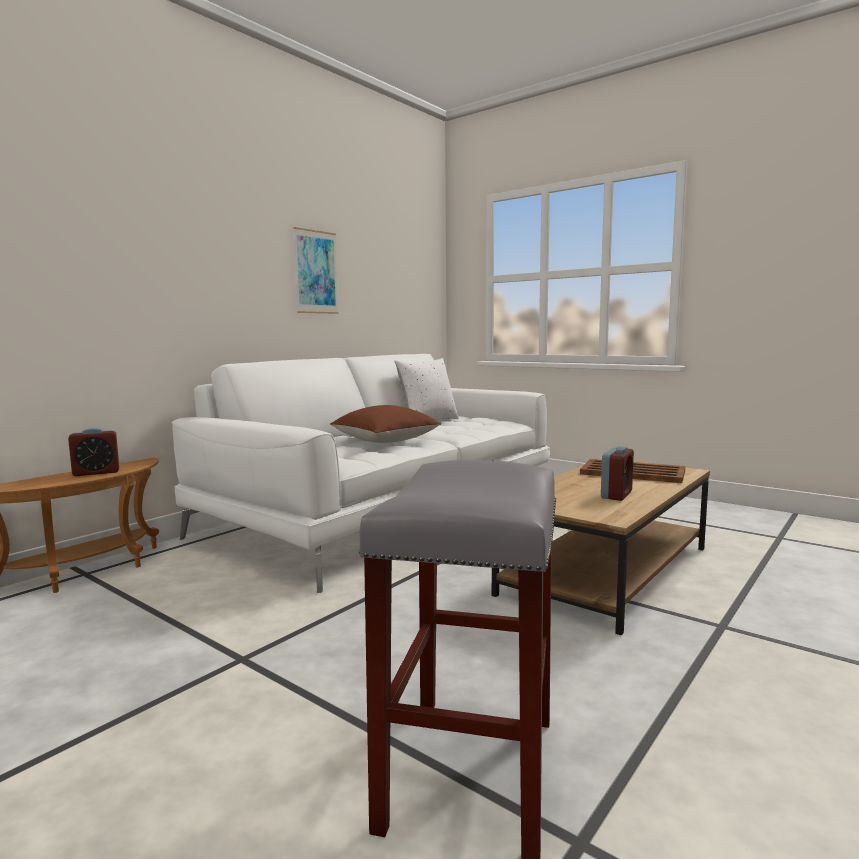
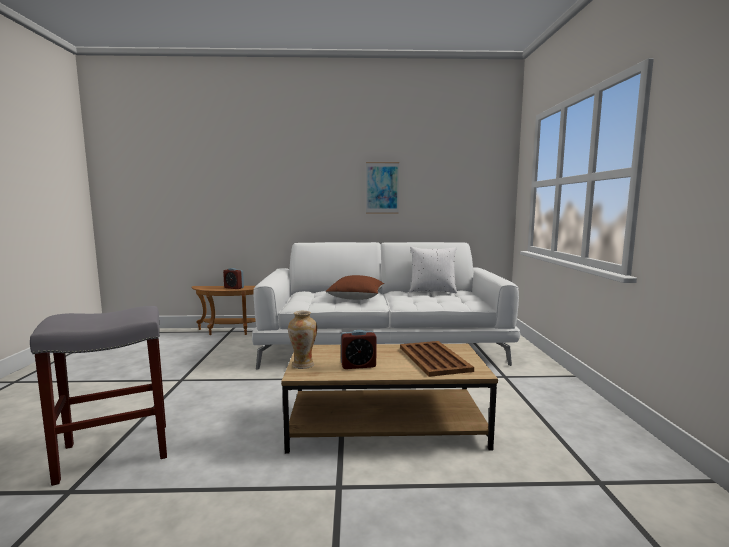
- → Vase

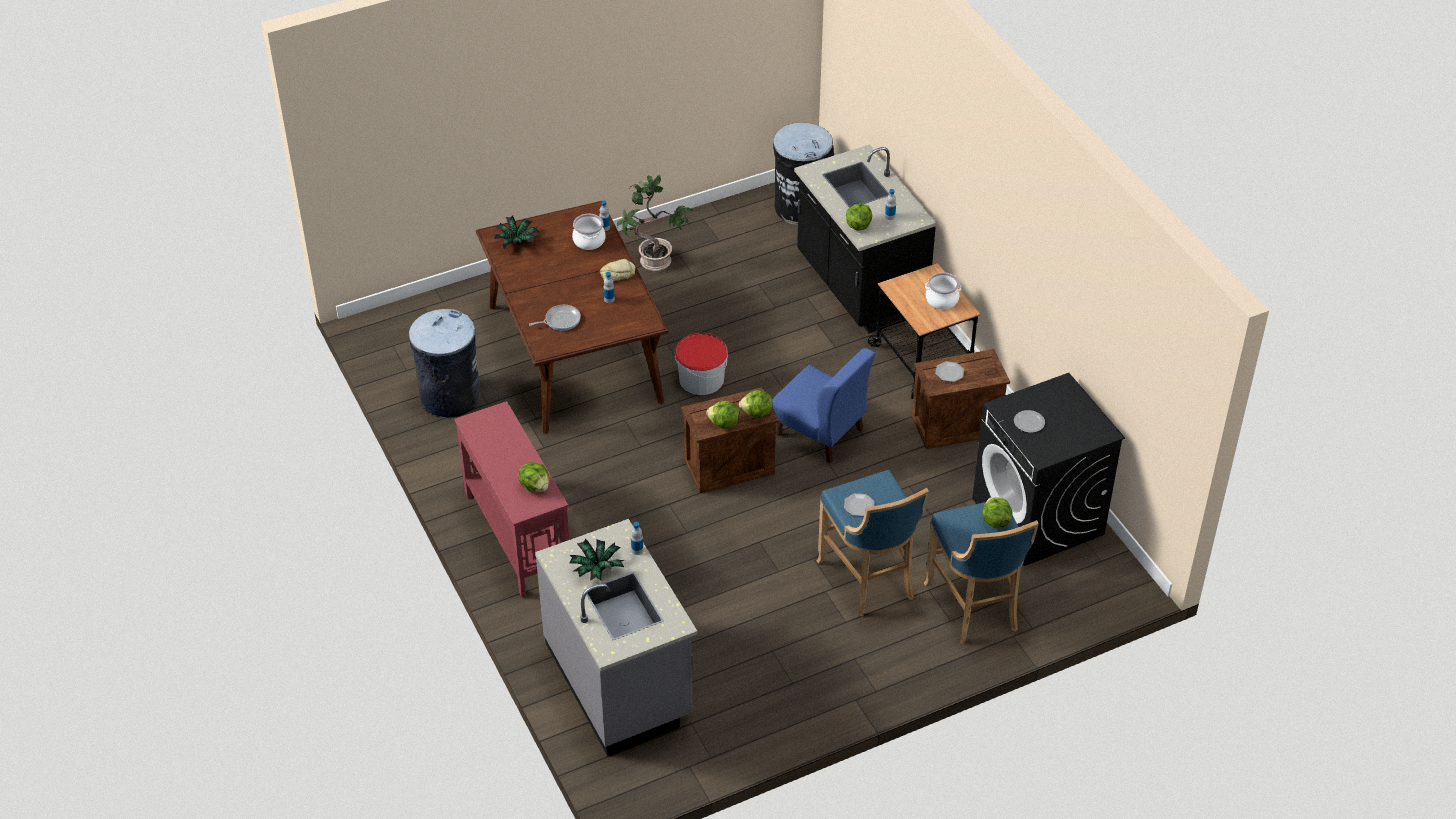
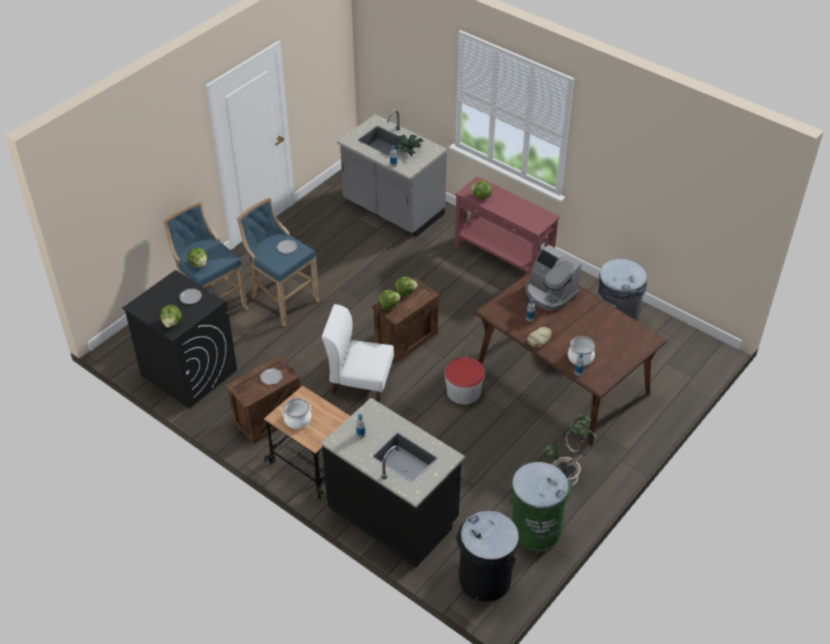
Topfpflanze (1st from left) → -
- → Mülleimer [grün]
Salatkopf (4th from left in the first image) → Salatkopf (1st from left), moved
Pfanne → Kaffeemaschine
Stuhl [blau] → Stuhl [weiß]

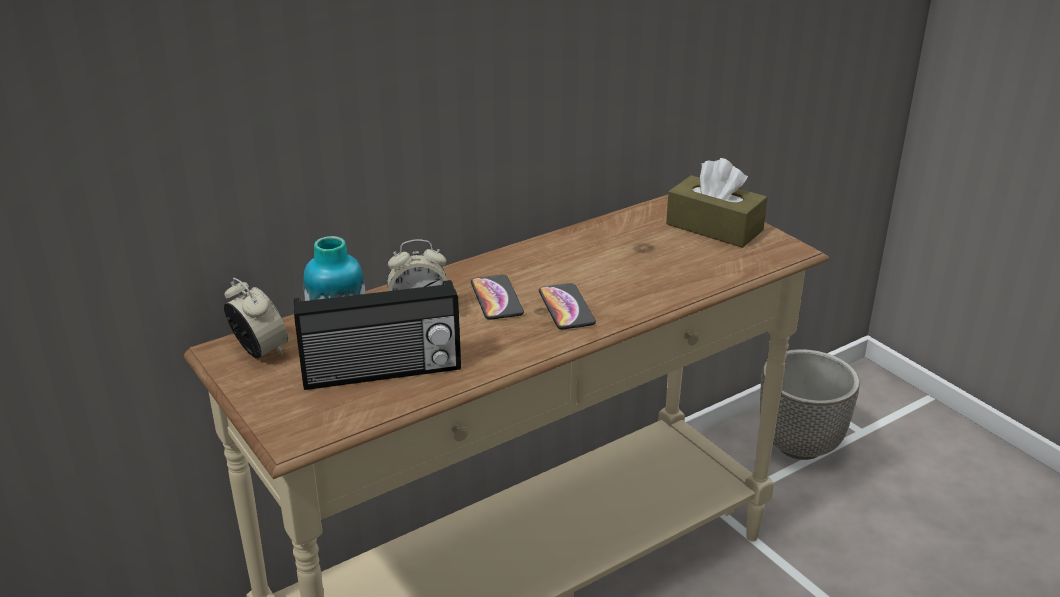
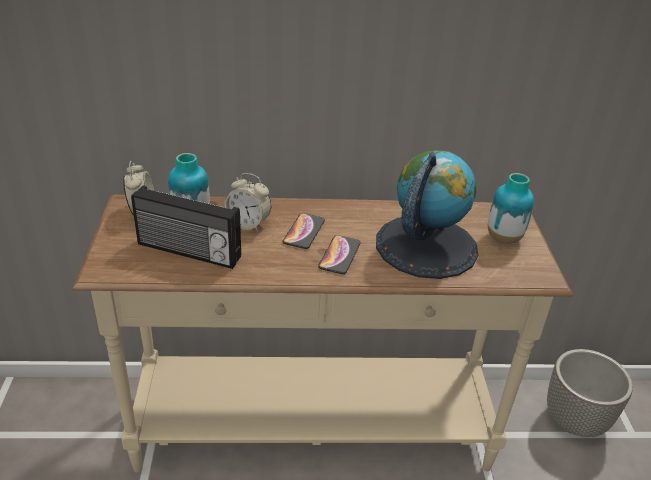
- → Globus
Taschentuchbox [braun] → Vase (2nd from left)

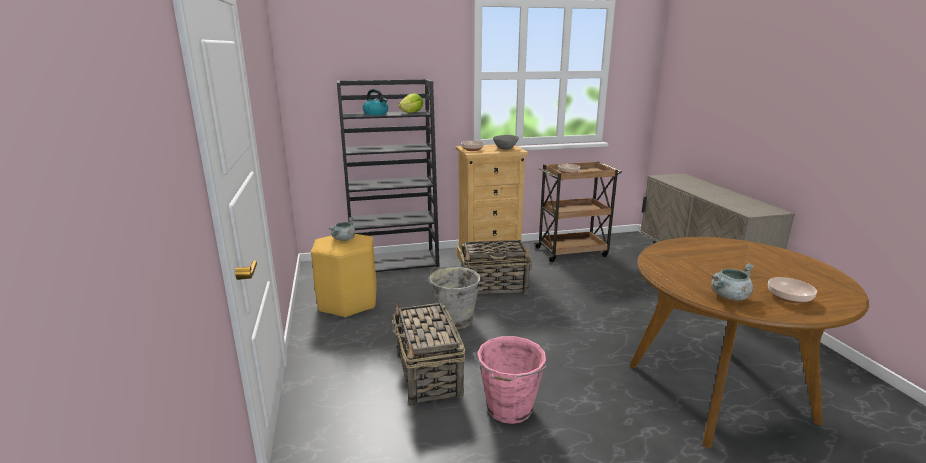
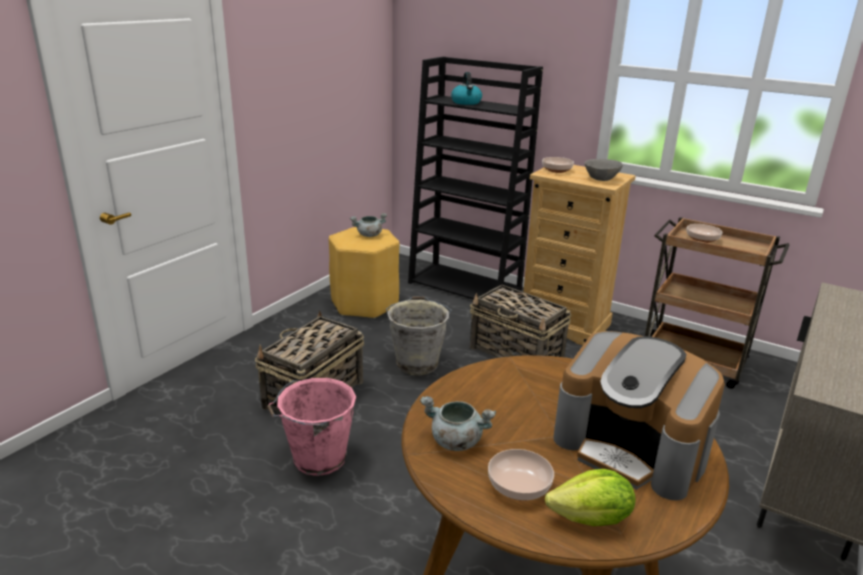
- → Kaffeemaschine
Salatkopf, moved

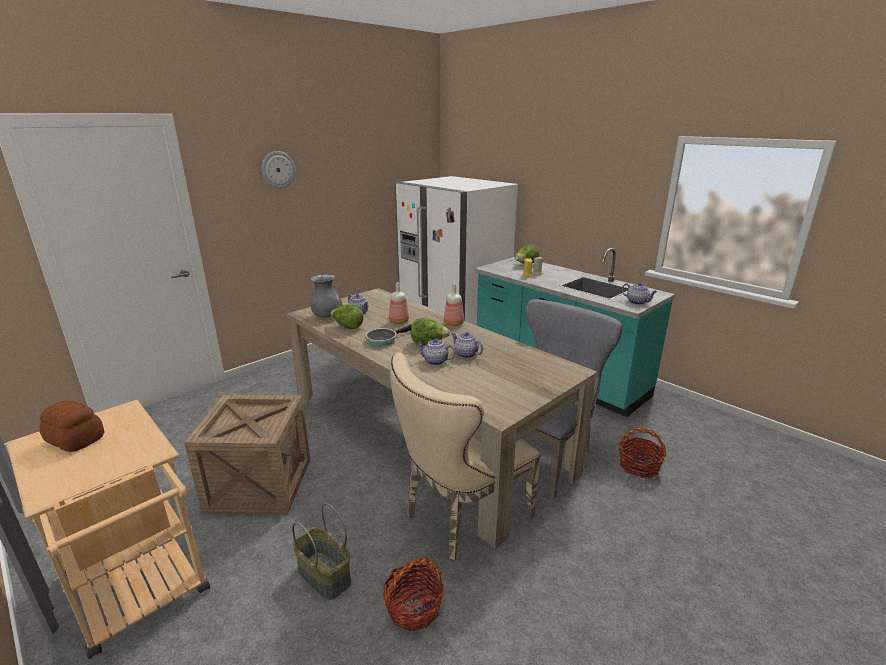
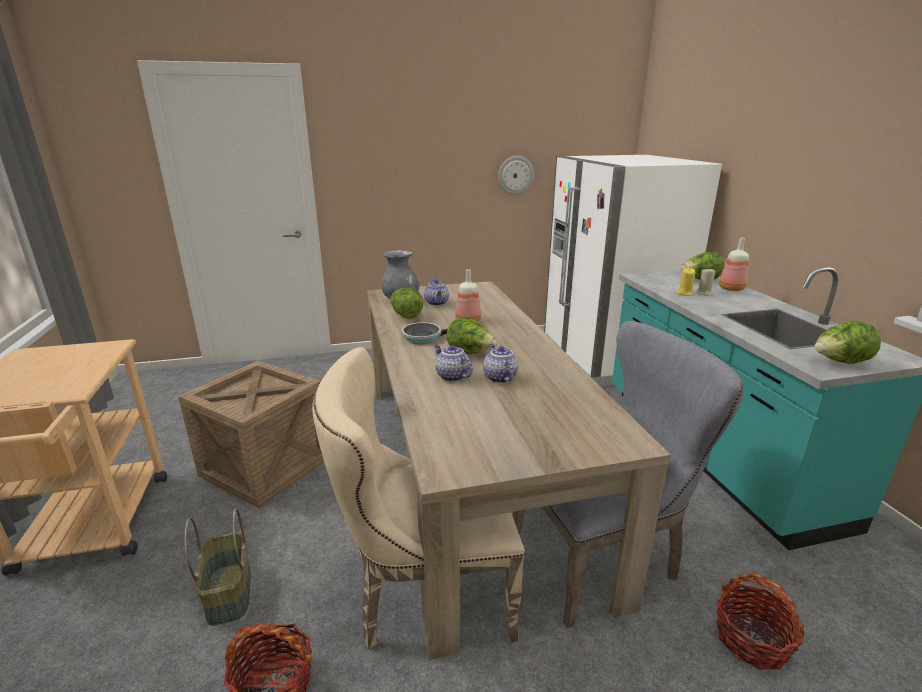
Brot → -
Wanduhr, moved
Flasche (2nd from left), moved
Teekanne (4th from left) → Salatkopf (4th from left)

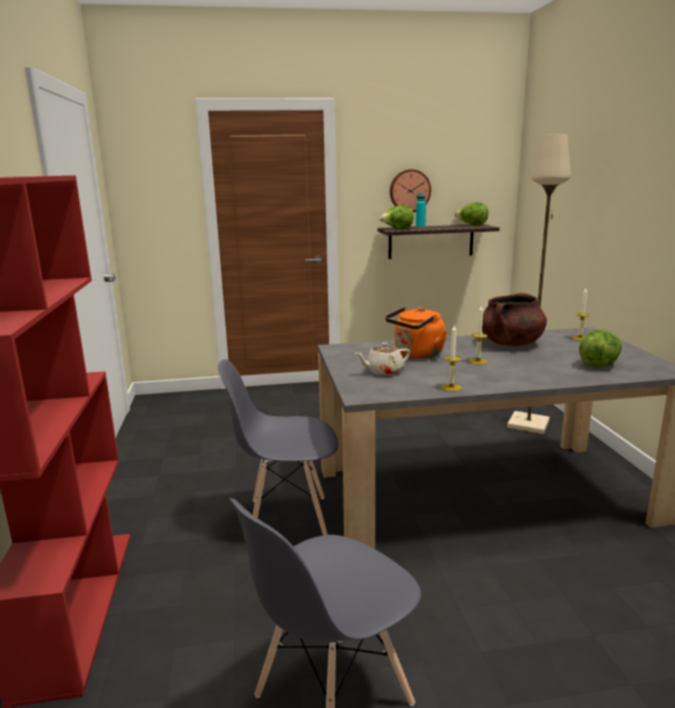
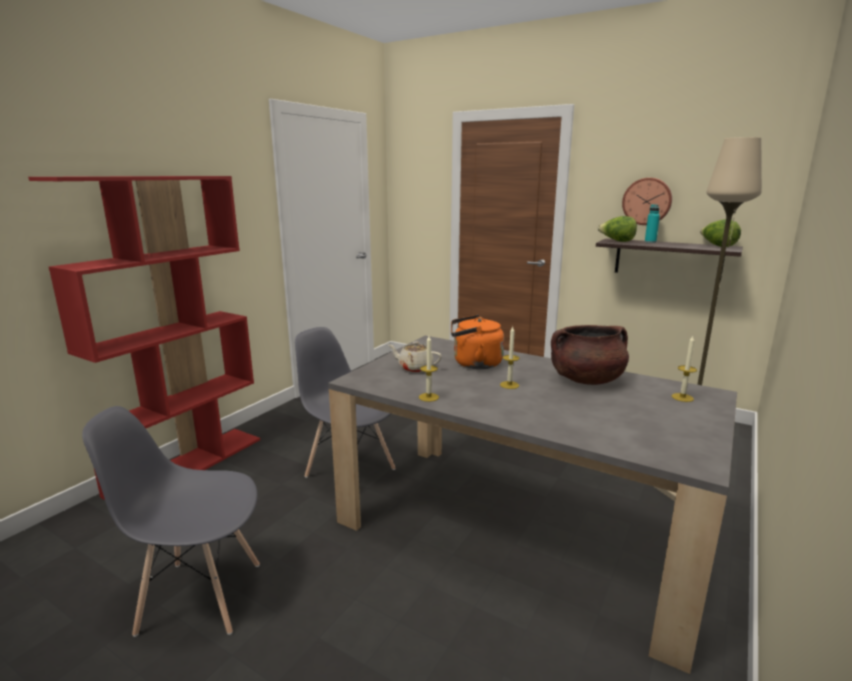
Salatkopf (3rd from left) → -

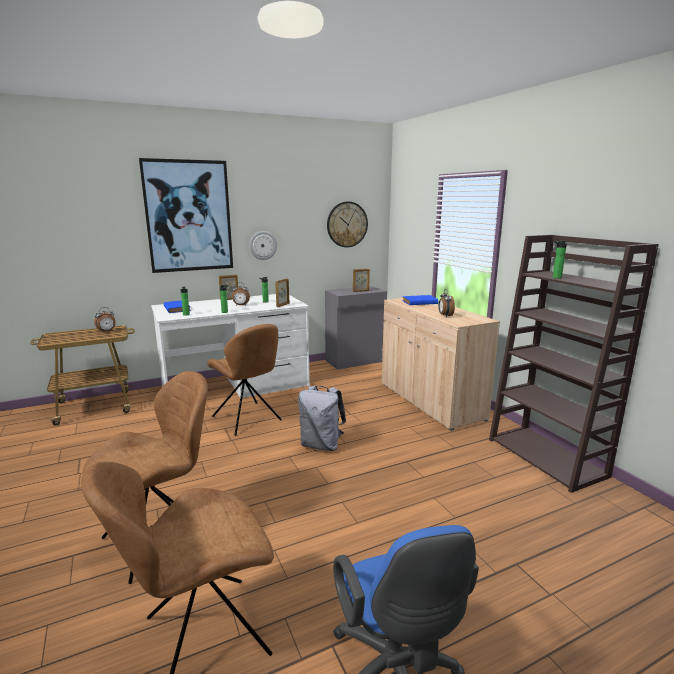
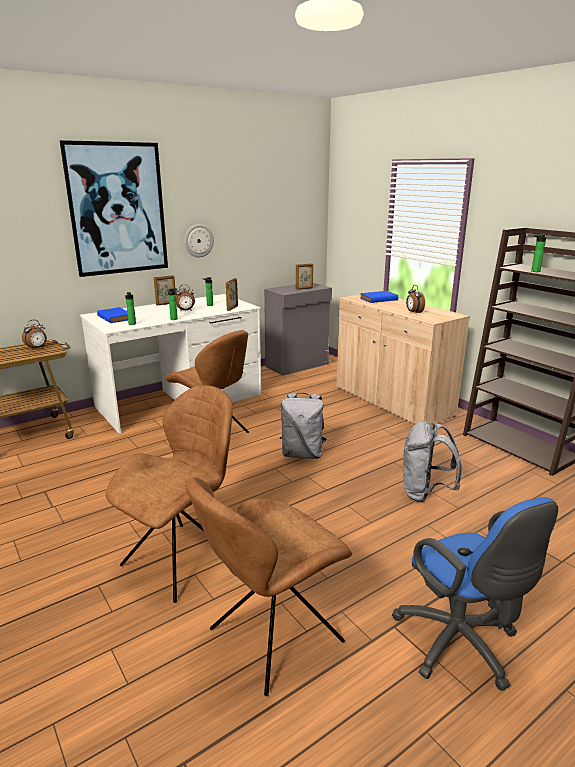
Wanduhr (2nd from left) → -
- → Rucksack [grau] (2nd from left)

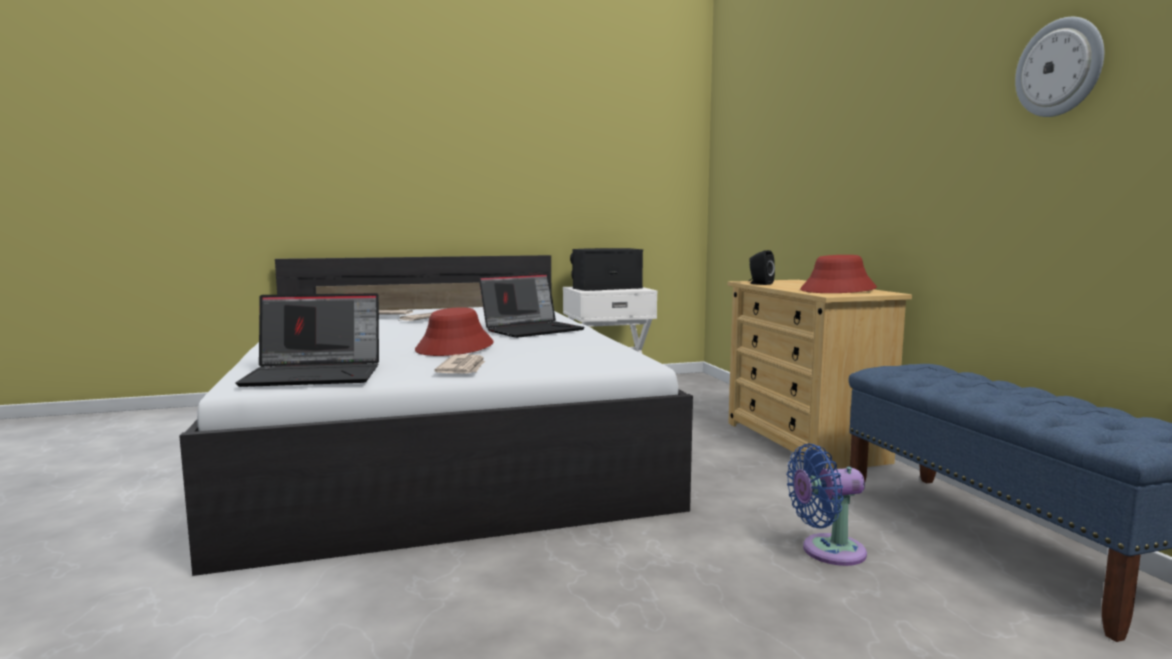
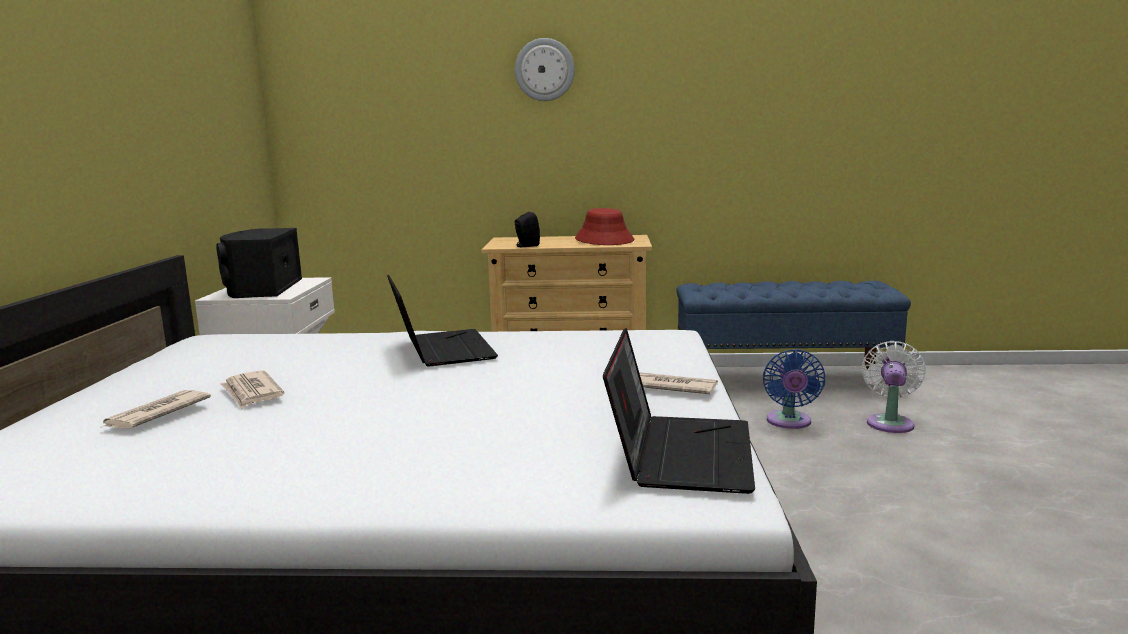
Hut [rot] (1st from left) → -
- → Ventilator [weiß]
Wanduhr, moved

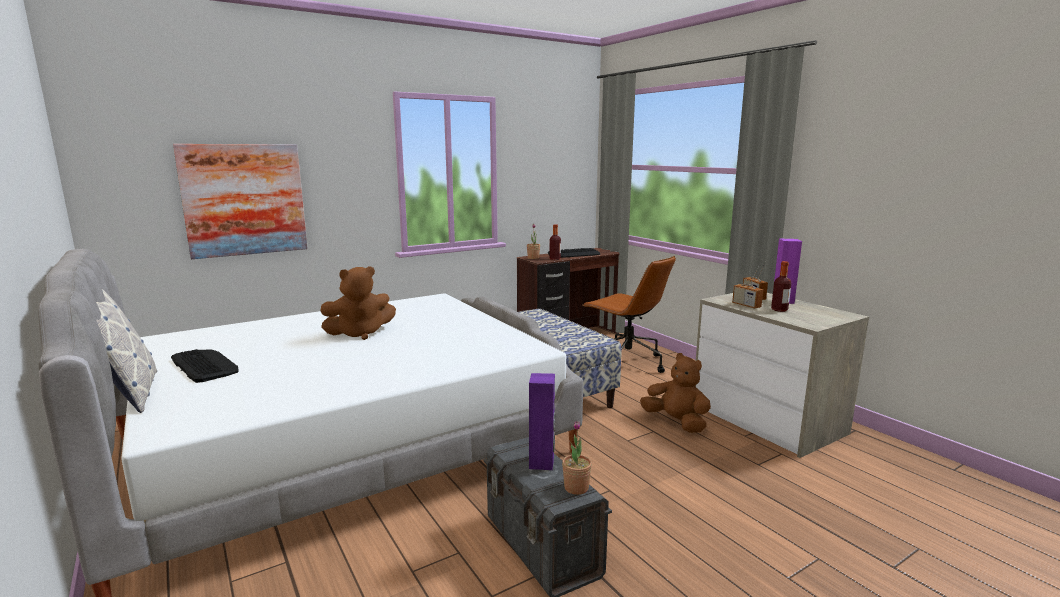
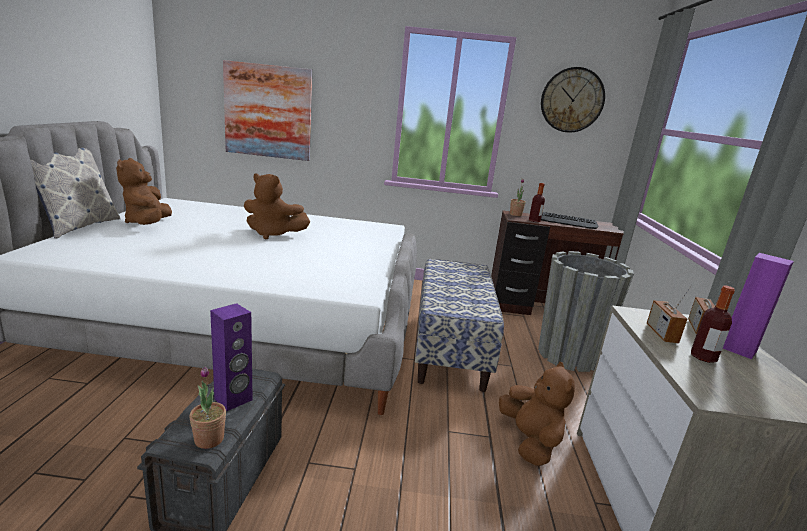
- → Wanduhr
Tastatur (1st from left) → Plüschtier [braun] (1st from left)
Bürostuhl [braun] → Pflanzkübel [grau]

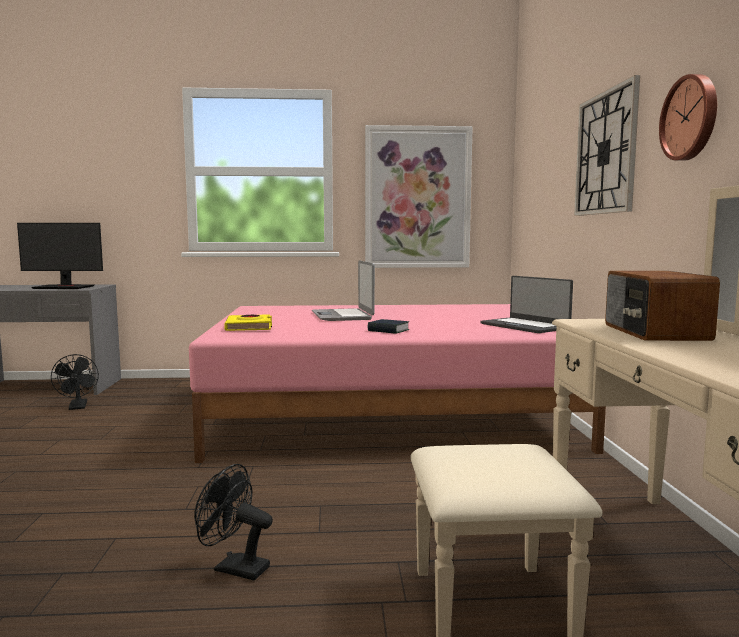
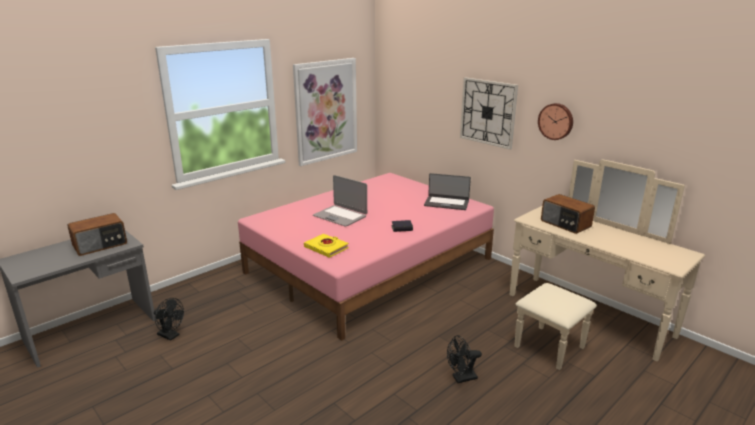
Monitor → Radio (1st from left)

